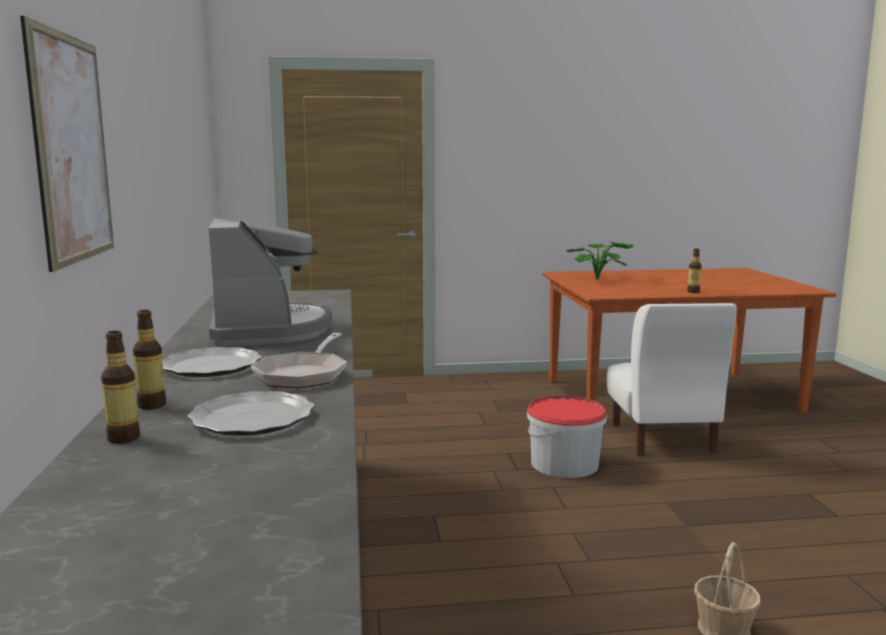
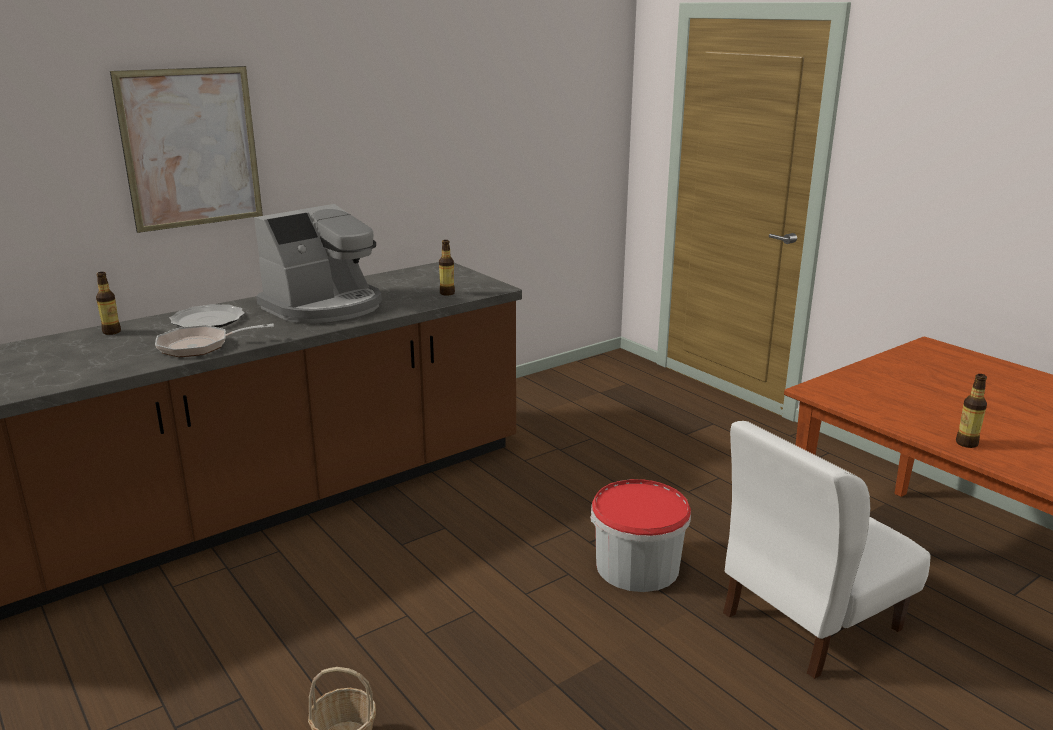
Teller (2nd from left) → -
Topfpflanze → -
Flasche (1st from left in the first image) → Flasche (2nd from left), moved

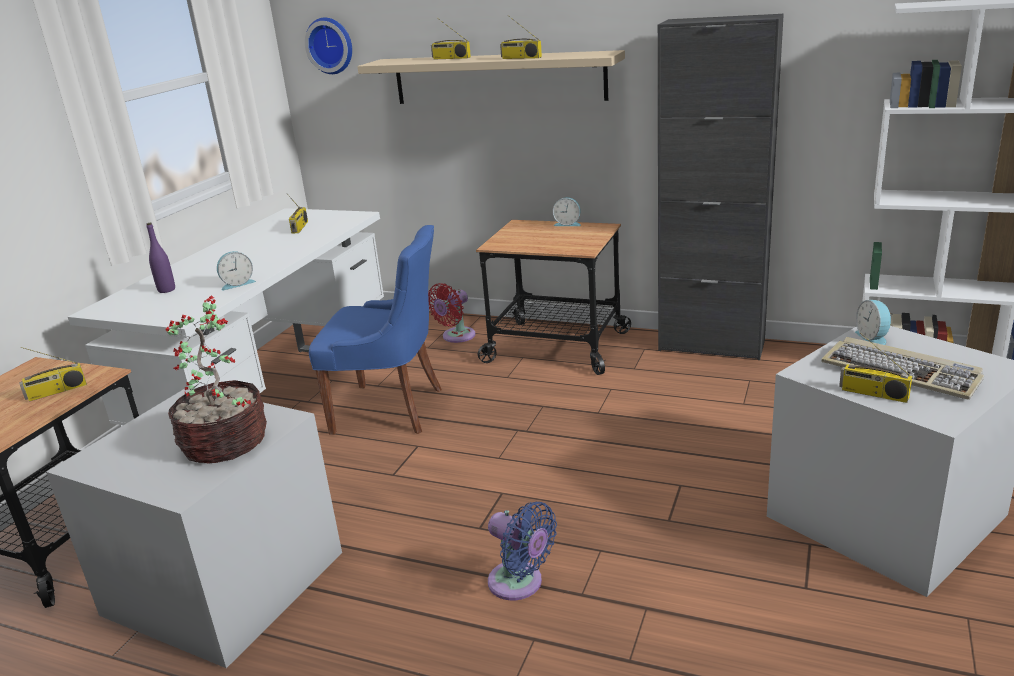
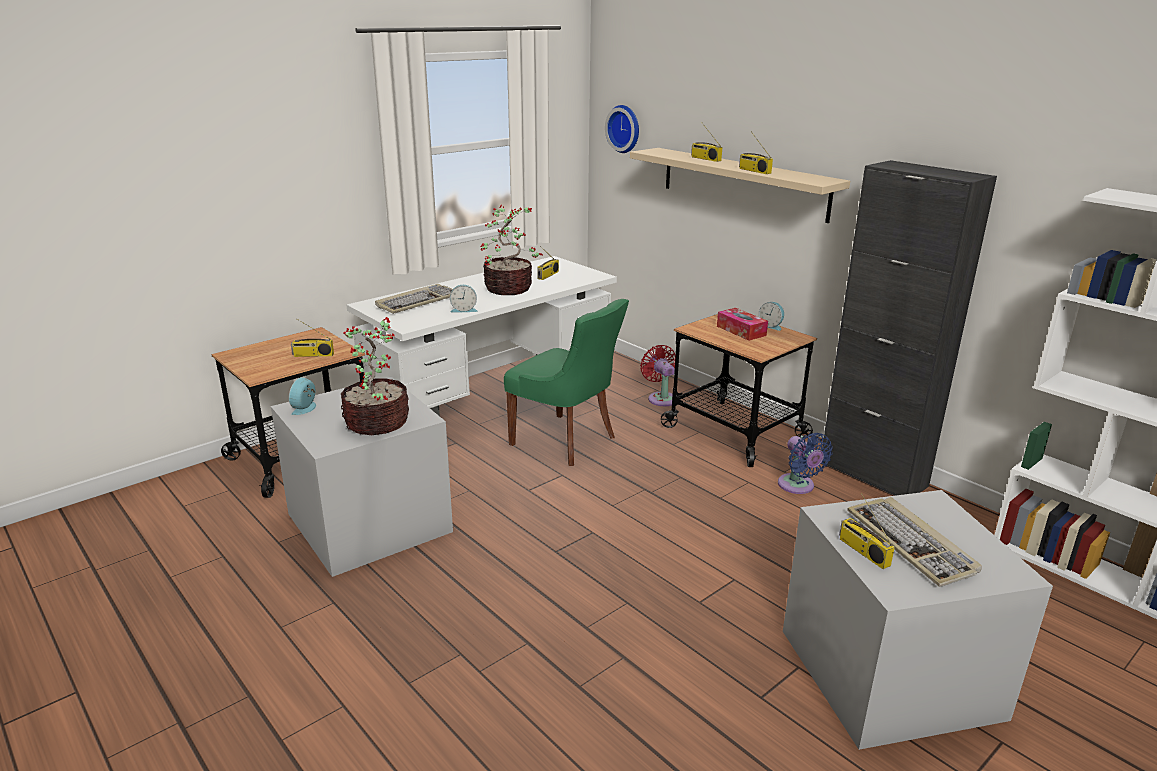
- → Topfpflanze (2nd from left)
- → Taschentuchbox
Ventilator [blau], moved
Wecker (3rd from left in the first image) → Wecker (1st from left), moved
Flasche [lila] → Tastatur (1st from left)
Stuhl [blau] → Stuhl [grün]
Ventilator [rot], 90 degrees clockwise

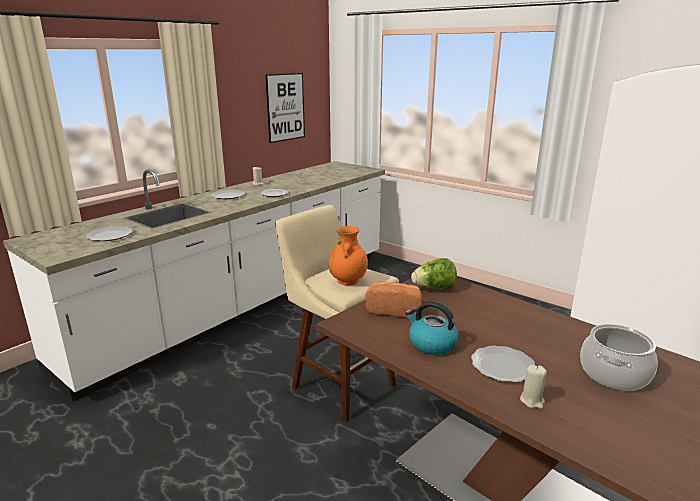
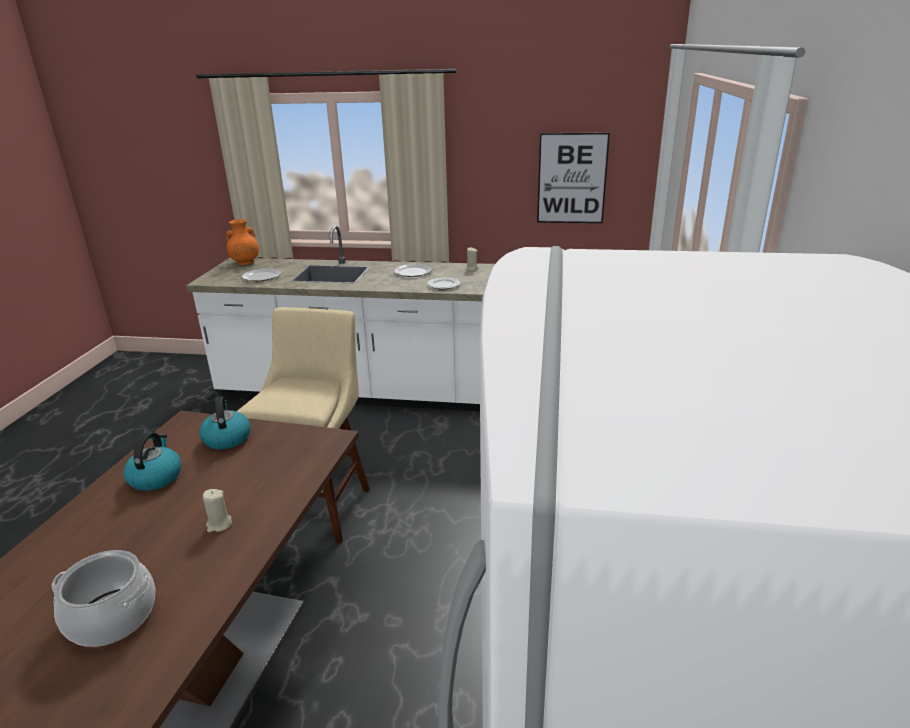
Salatkopf → -
Teller (4th from left) → -
Vase [orange], moved
Kerze [beige] (2nd from left in the first image) → Kerze [beige] (1st from left), moved
Brot → Wasserkessel (2nd from left)

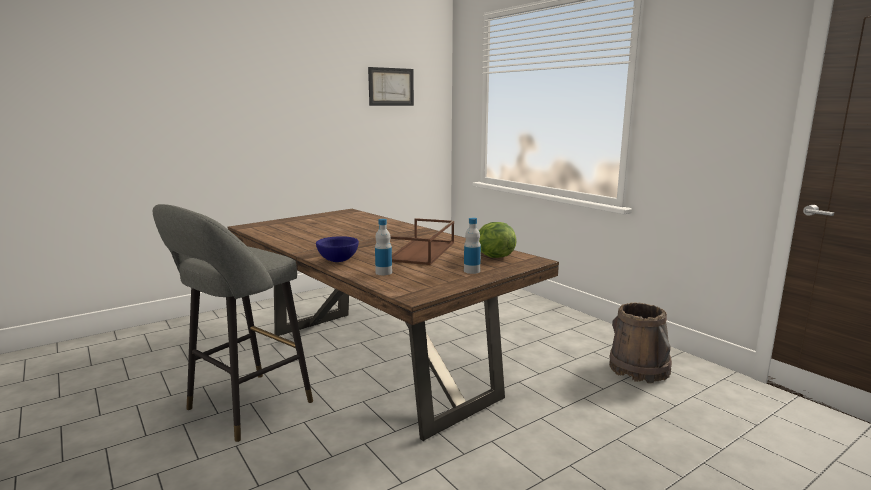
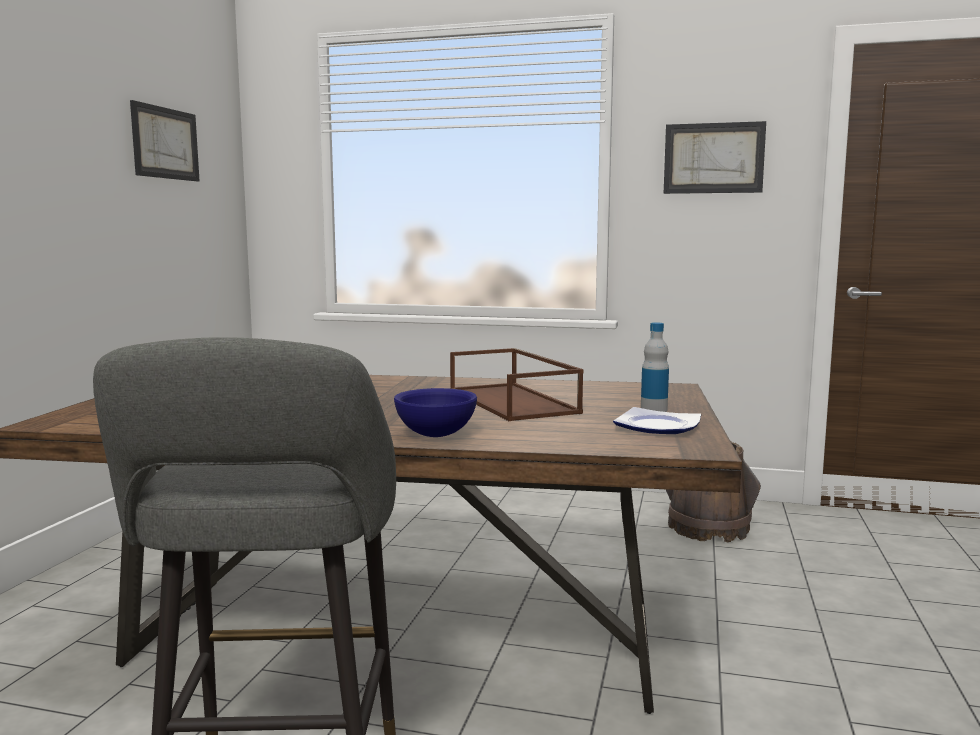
Flasche (1st from left) → -
Salatkopf → -
- → Teller
- → Bild (2nd from left)

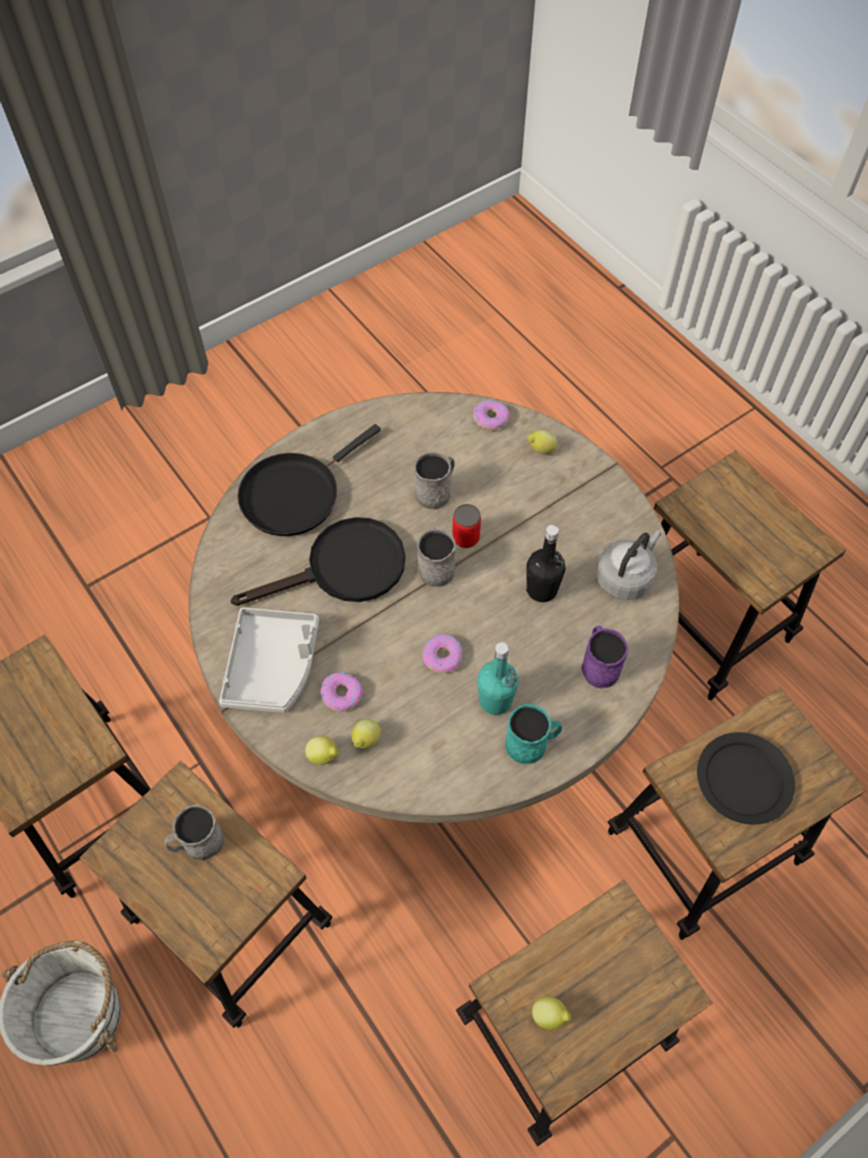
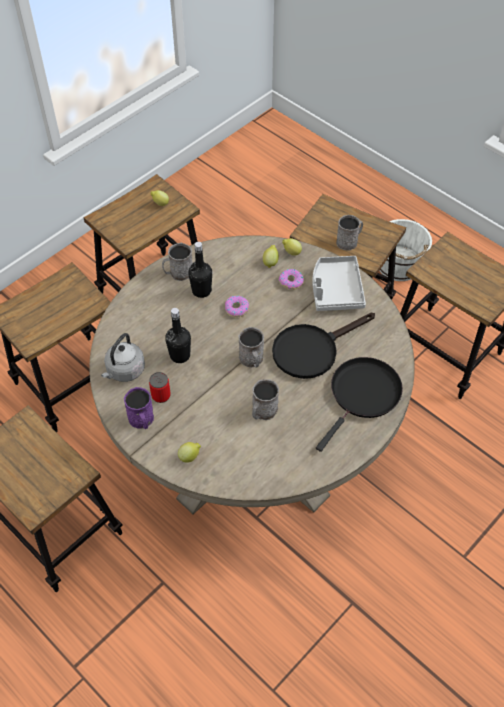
Donut (3rd from left) → -
Teller [schwarz] → -
Dose, moved
Henkelbecher [lila], moved
Flasche [türkis] → Flasche [schwarz] (2nd from left)
Henkelbecher [türkis] → Henkelbecher [grau] (1st from left)

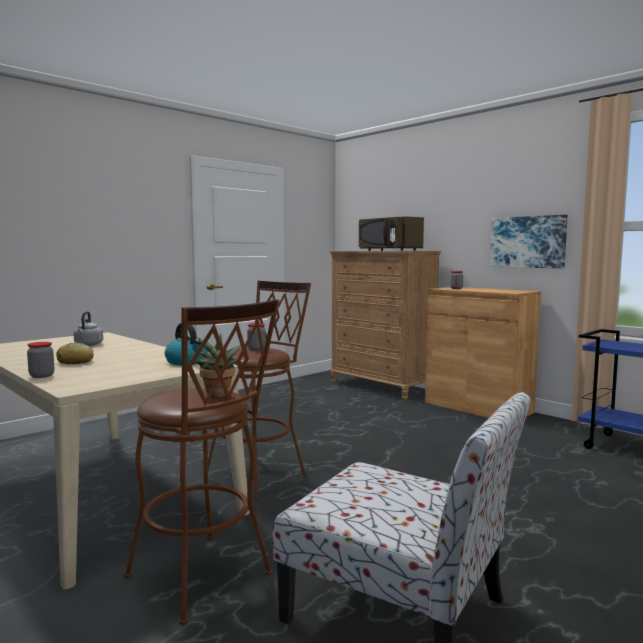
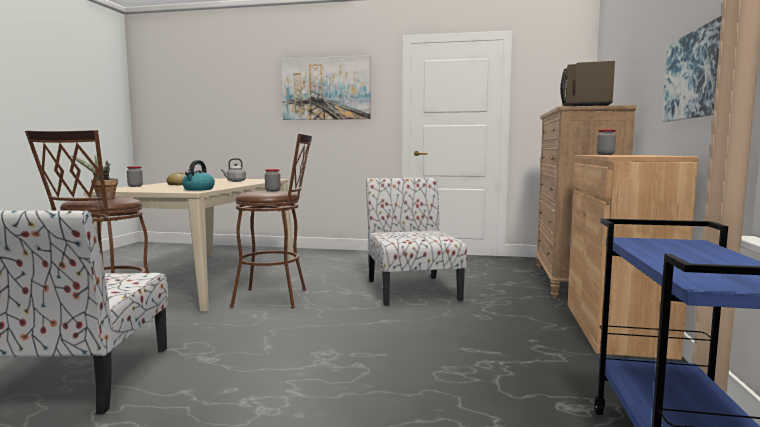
- → Bild (1st from left)
- → Stuhl (2nd from left)

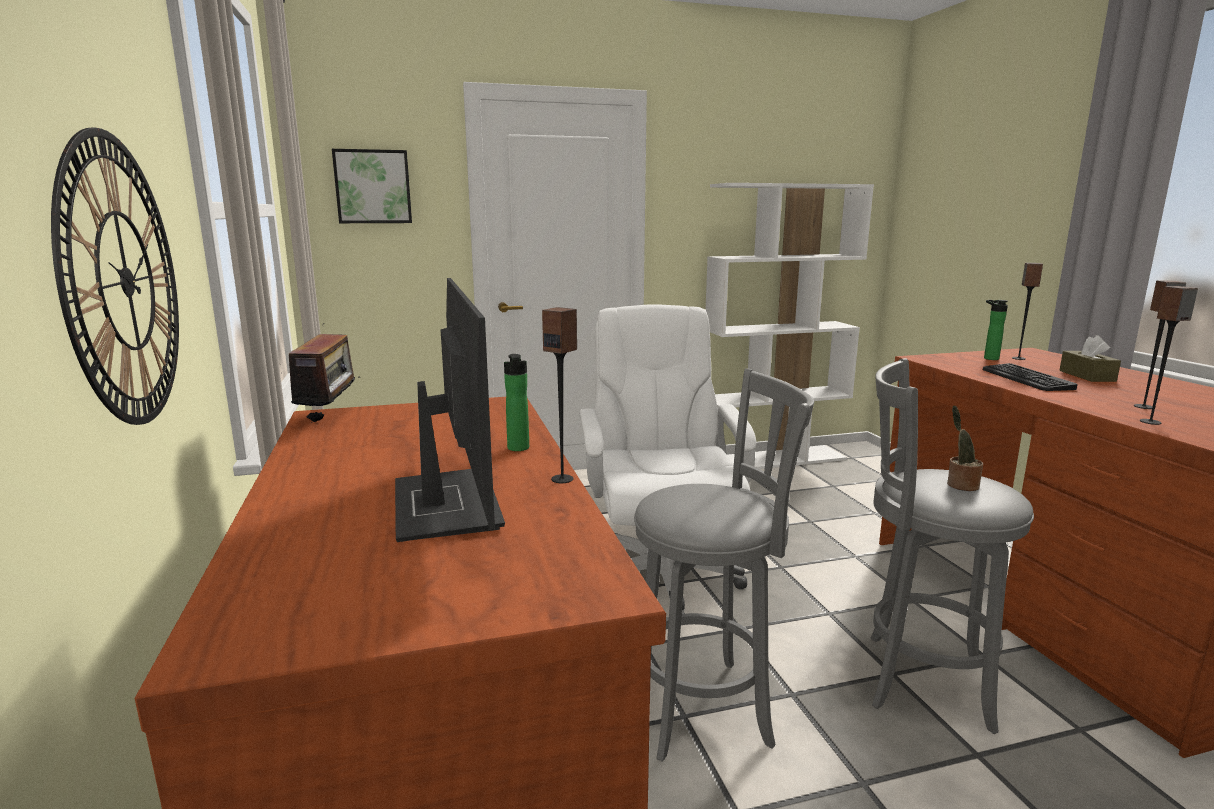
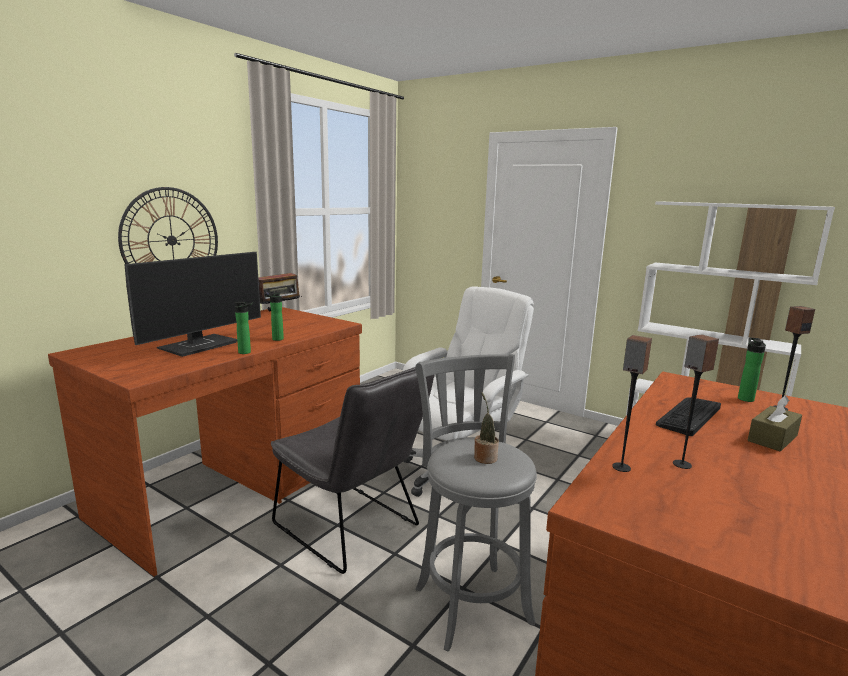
Bild → -
Lautsprecher (1st from left) → Flasche (1st from left)
Hocker [grau] (1st from left) → Stuhl [grau]

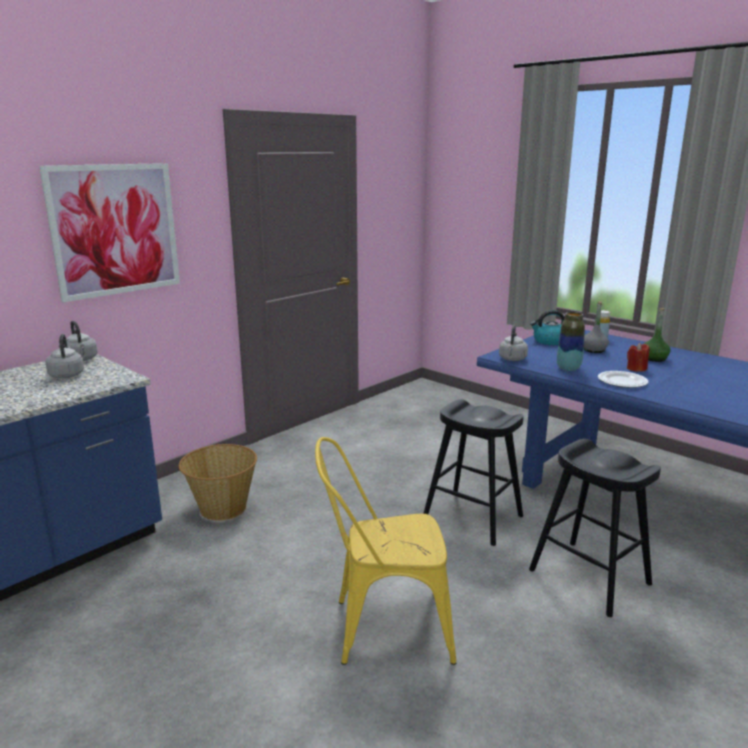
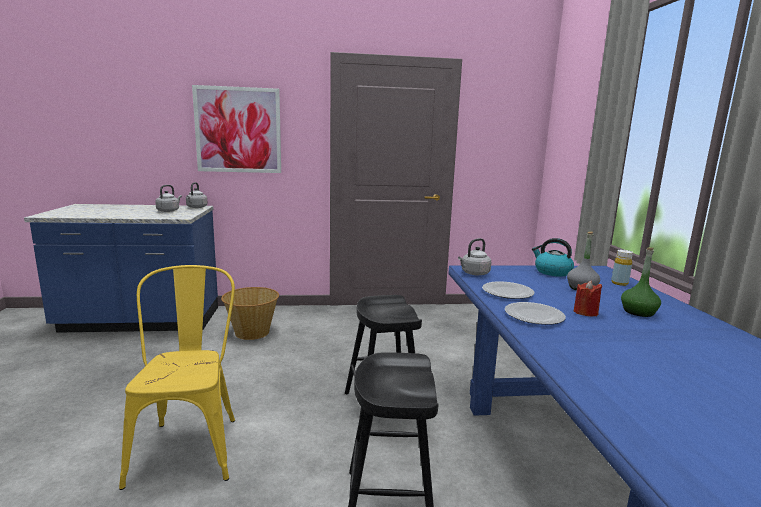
Vase → Teller (1st from left)
Stuhl [gelb], 45 degrees clockwise

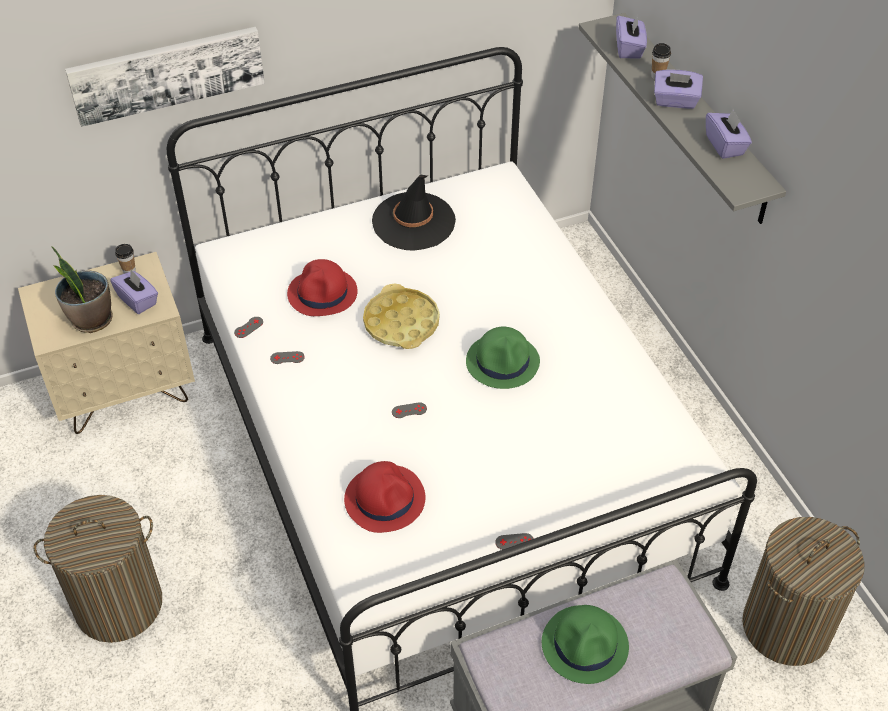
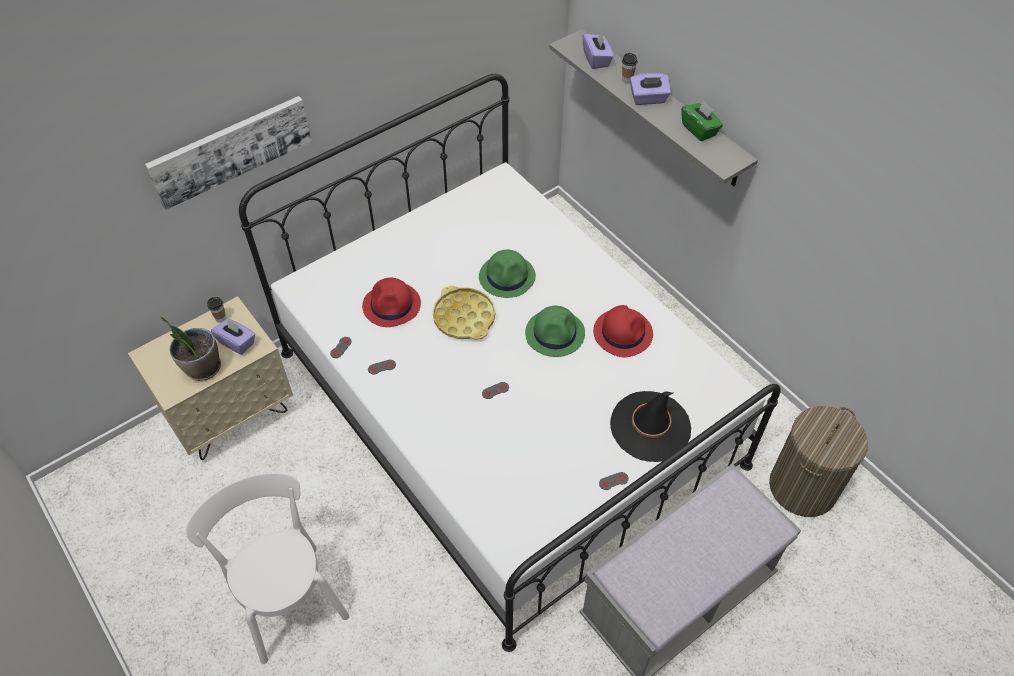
Hut [rot] (2nd from left), moved
Hut [schwarz], moved
Hut [grün] (2nd from left in the first image) → Hut [grün] (1st from left), moved
Wäschekorb (1st from left) → Stuhl [weiß]
Taschentuchbox [lila] (4th from left) → Taschentuchbox [grün]

